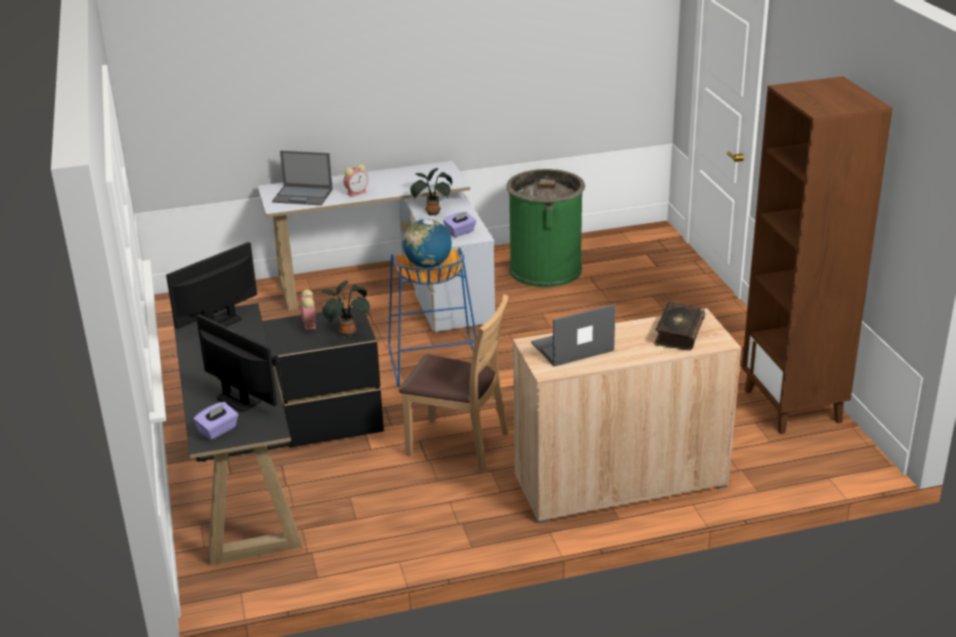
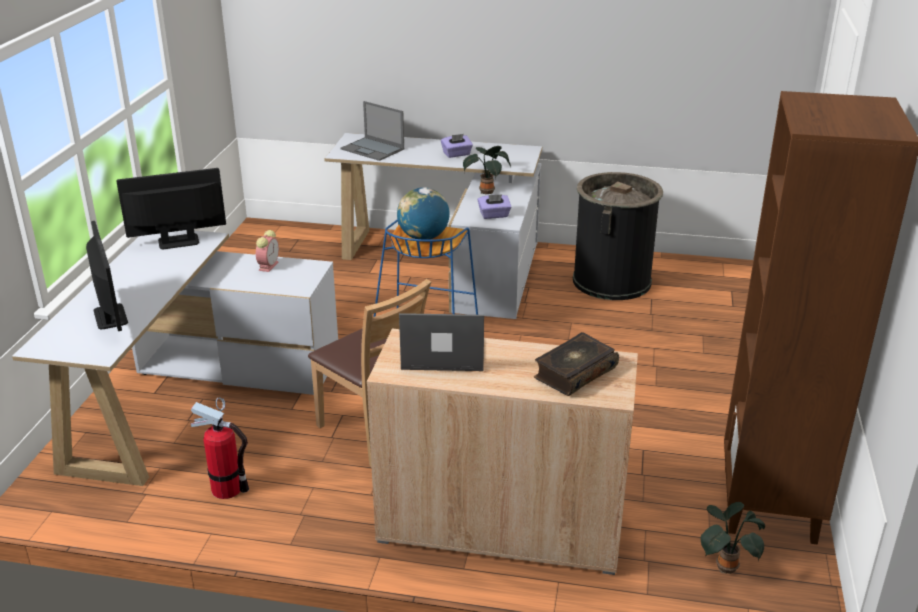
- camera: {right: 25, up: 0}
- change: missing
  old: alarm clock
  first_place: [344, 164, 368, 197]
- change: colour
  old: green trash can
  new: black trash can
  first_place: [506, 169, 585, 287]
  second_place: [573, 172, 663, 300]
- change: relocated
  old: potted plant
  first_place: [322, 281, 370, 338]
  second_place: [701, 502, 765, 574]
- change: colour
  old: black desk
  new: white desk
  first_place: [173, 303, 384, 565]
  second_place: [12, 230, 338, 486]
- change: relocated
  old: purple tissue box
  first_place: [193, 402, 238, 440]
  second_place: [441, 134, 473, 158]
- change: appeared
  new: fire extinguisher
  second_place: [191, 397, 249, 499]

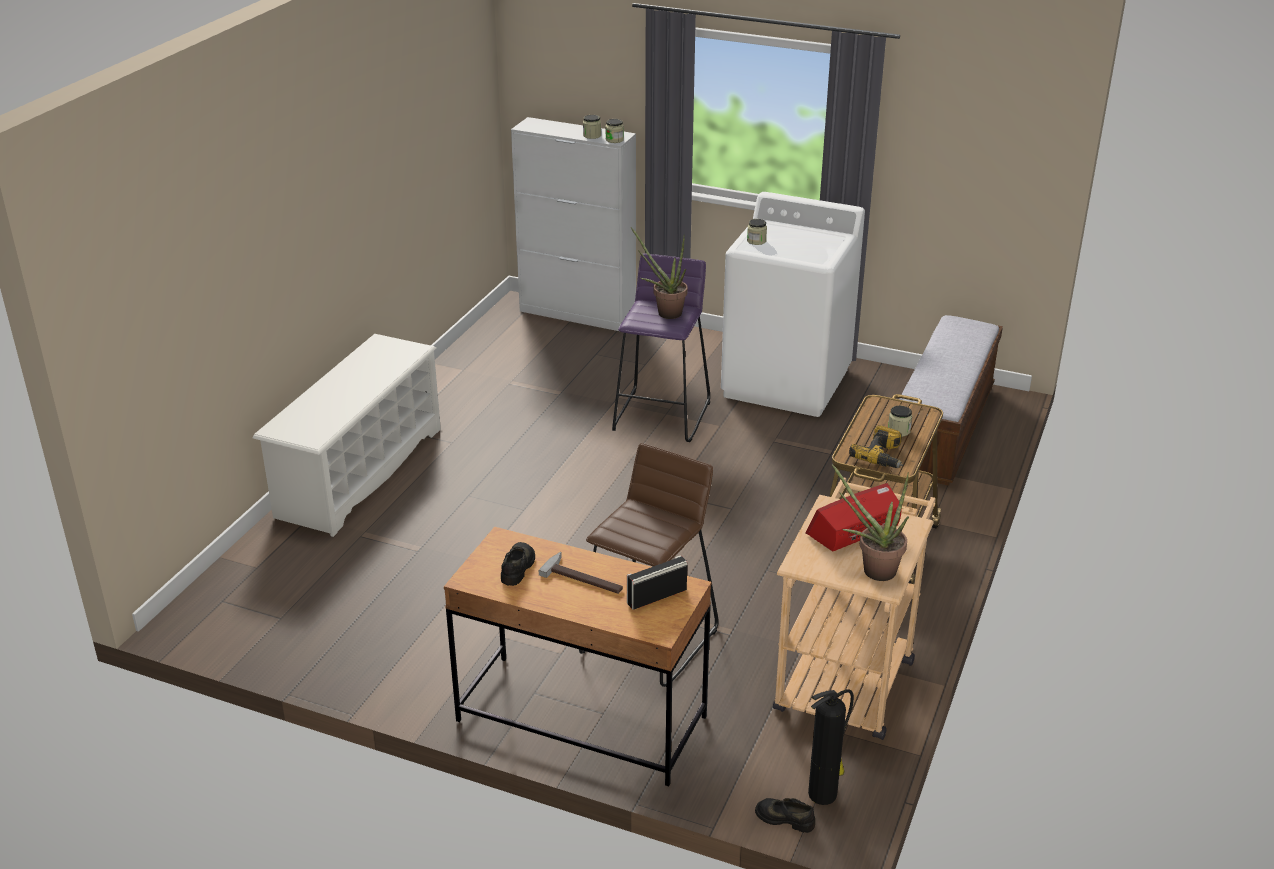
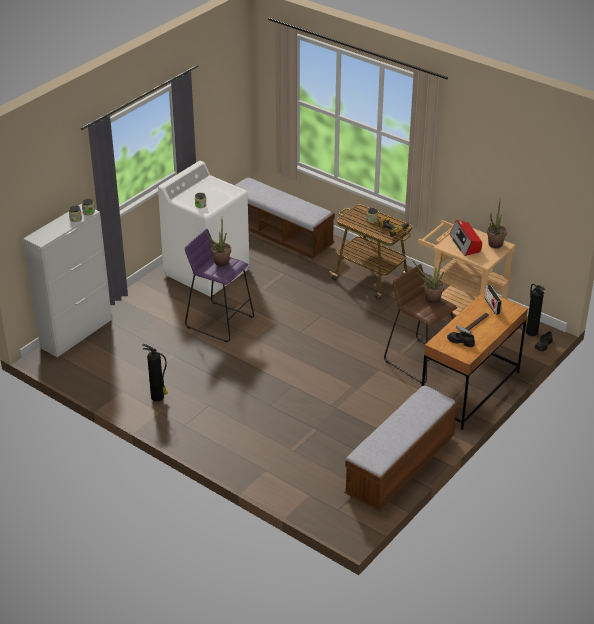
- camera: {right: -75, up: 5}
- change: missing
  old: white shoe rack
  first_place: [253, 334, 441, 537]
- change: appeared
  new: potted plant
  second_place: [413, 254, 445, 304]
- change: appeared
  new: fire extinguisher
  second_place: [143, 344, 168, 401]
- change: appeared
  new: bench
  second_place: [344, 385, 459, 511]

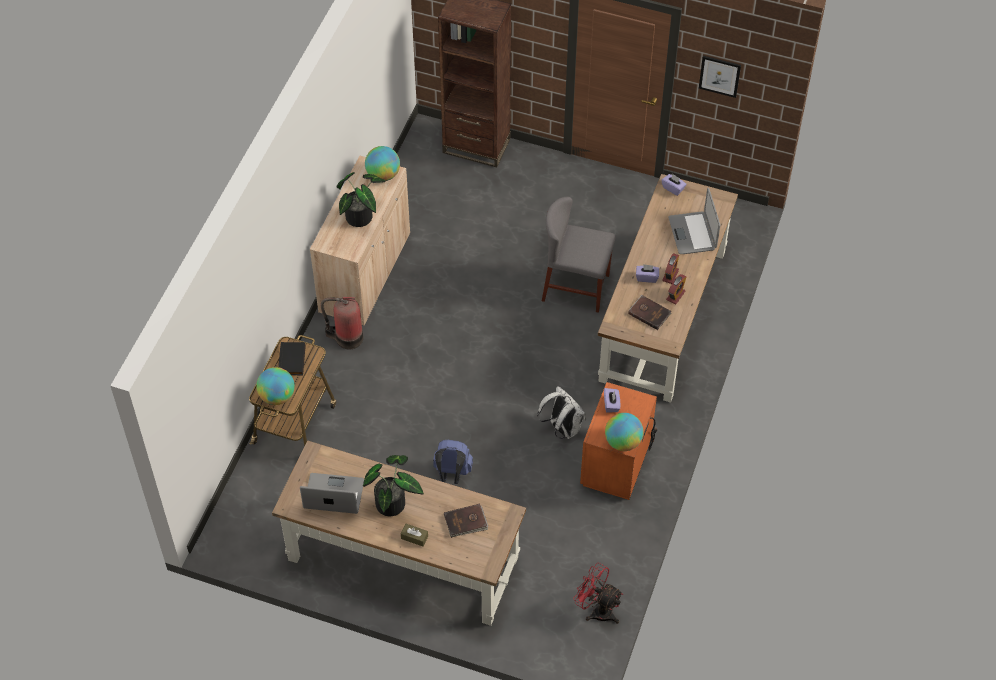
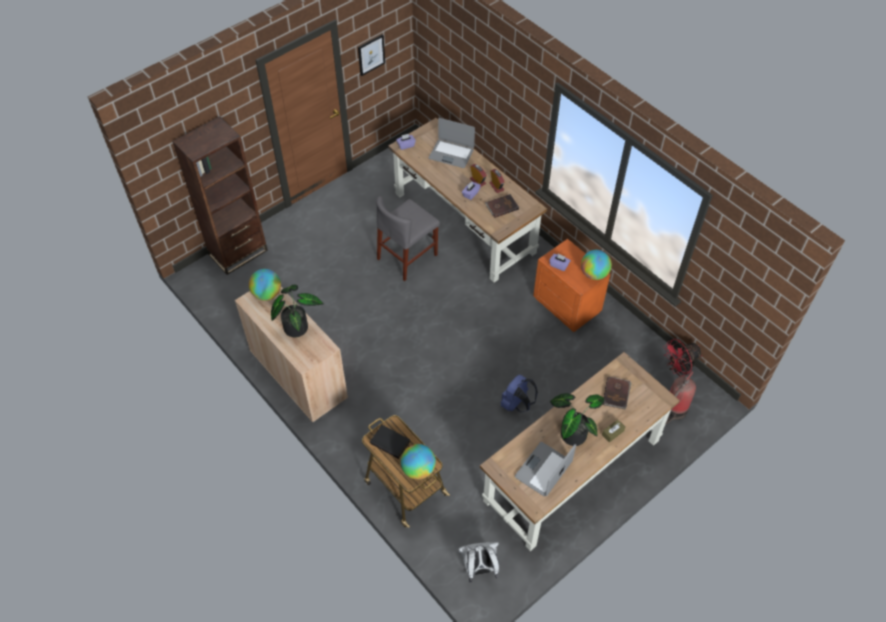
- camera: {right: -60, up: 0}
- change: relocated
  old: fire extinguisher
  first_place: [320, 297, 364, 349]
  second_place: [666, 371, 696, 424]
- change: relocated
  old: white backpack
  first_place: [537, 386, 586, 439]
  second_place: [459, 542, 499, 583]

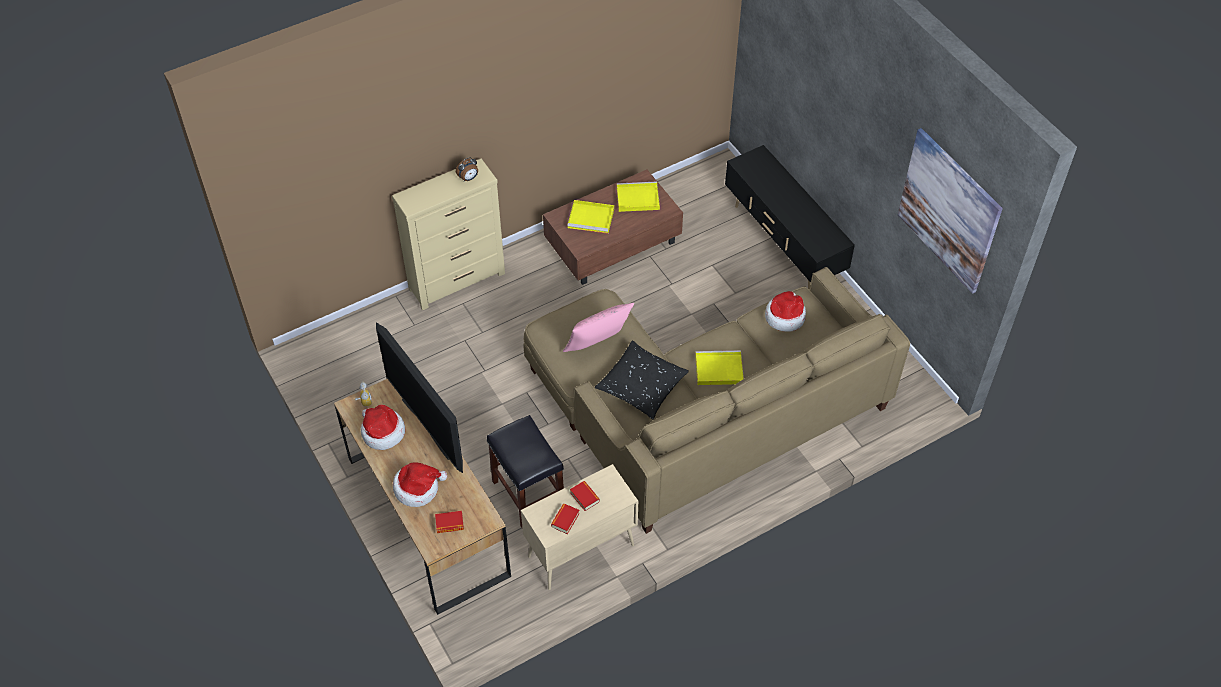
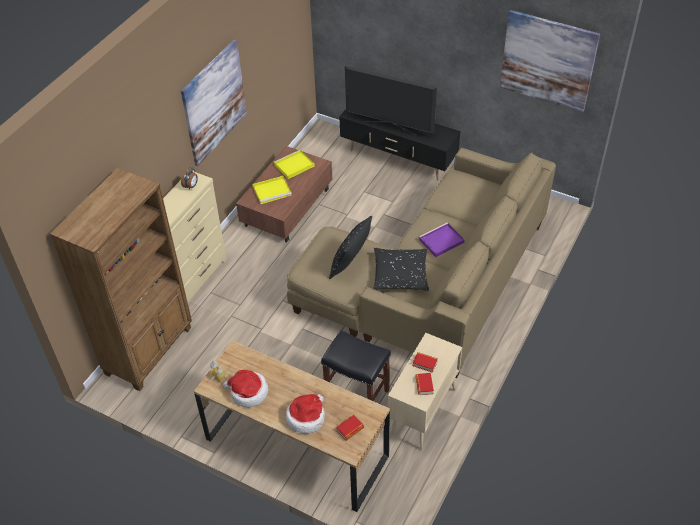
- camera: {right: -30, up: -5}
- change: missing
  old: hat
  first_place: [765, 291, 806, 332]
- change: colour
  old: pink pillow
  new: black pillow
  first_place: [563, 303, 634, 352]
  second_place: [329, 216, 372, 279]
- change: relocated
  old: television
  first_place: [376, 322, 463, 473]
  second_place: [345, 66, 437, 135]
- change: colour
  old: yellow tray
  new: purple tray
  first_place: [695, 350, 744, 385]
  second_place: [419, 223, 465, 257]
- change: appeared
  new: picture
  second_place: [181, 39, 247, 166]
- change: appeared
  new: brown bookcase
  second_place: [50, 168, 192, 391]

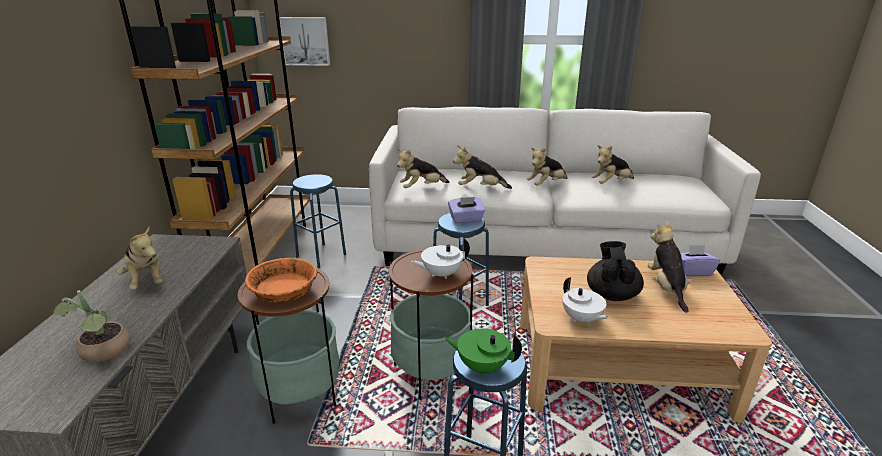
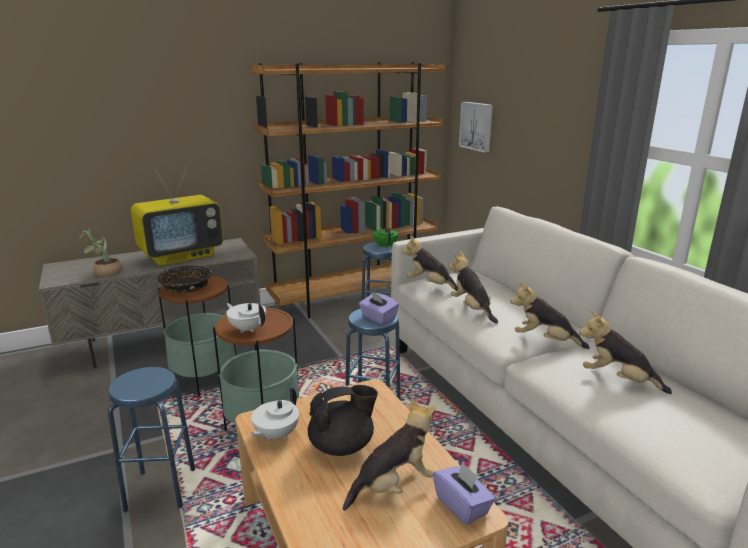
- camera: {right: 60, up: -5}
- change: exchanged
  old: plush toy
  new: television
  first_place: [117, 227, 163, 290]
  second_place: [131, 167, 223, 266]
- change: colour
  old: orange bowl
  new: black bowl
  first_place: [245, 258, 317, 303]
  second_place: [157, 266, 212, 294]
- change: relocated
  old: green teapot
  first_place: [444, 329, 522, 375]
  second_place: [372, 227, 398, 248]

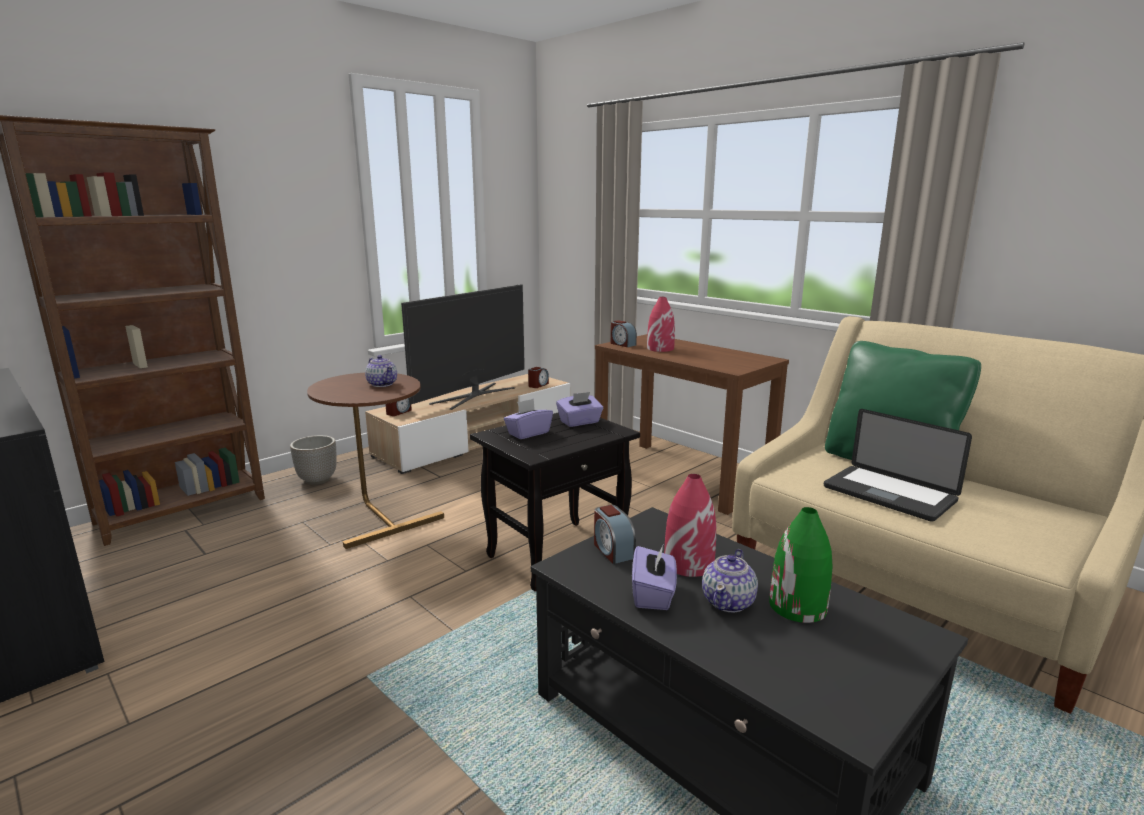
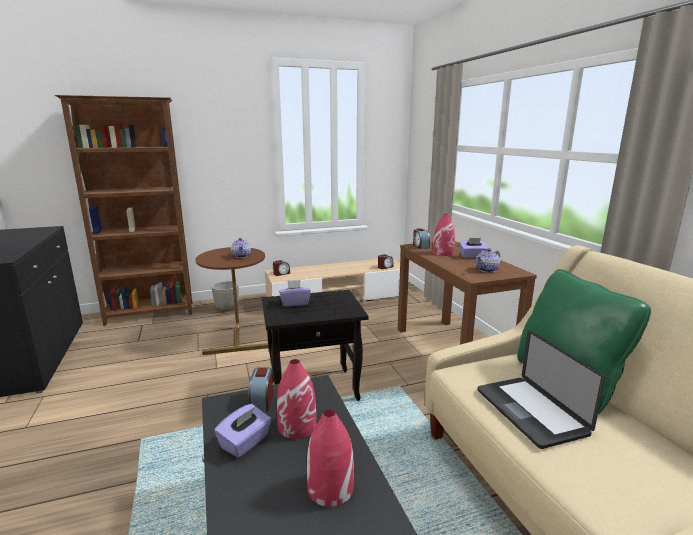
- camera: {right: 25, up: 0}
- change: missing
  old: television
  first_place: [401, 284, 525, 410]
- change: relocated
  old: purple tissue box
  first_place: [556, 392, 603, 427]
  second_place: [459, 238, 488, 258]
- change: colour
  old: green vase
  new: red vase
  first_place: [769, 507, 833, 623]
  second_place: [307, 409, 354, 507]
- change: relocated
  old: teapot
  first_place: [702, 549, 758, 612]
  second_place: [476, 248, 500, 273]

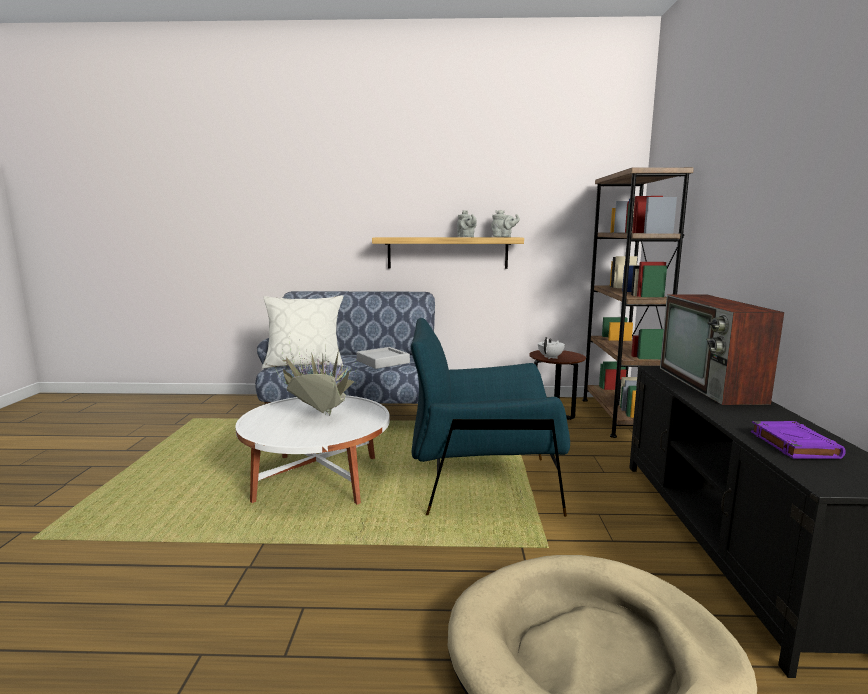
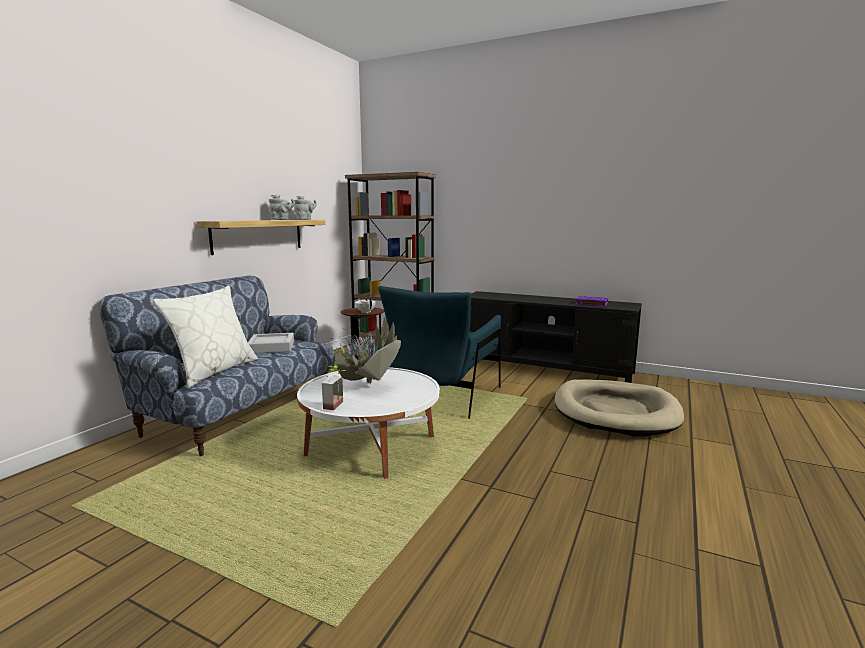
- camera: {right: -65, up: 0}
- change: missing
  old: television
  first_place: [660, 294, 784, 405]
- change: appeared
  new: potted plant
  second_place: [322, 365, 346, 410]

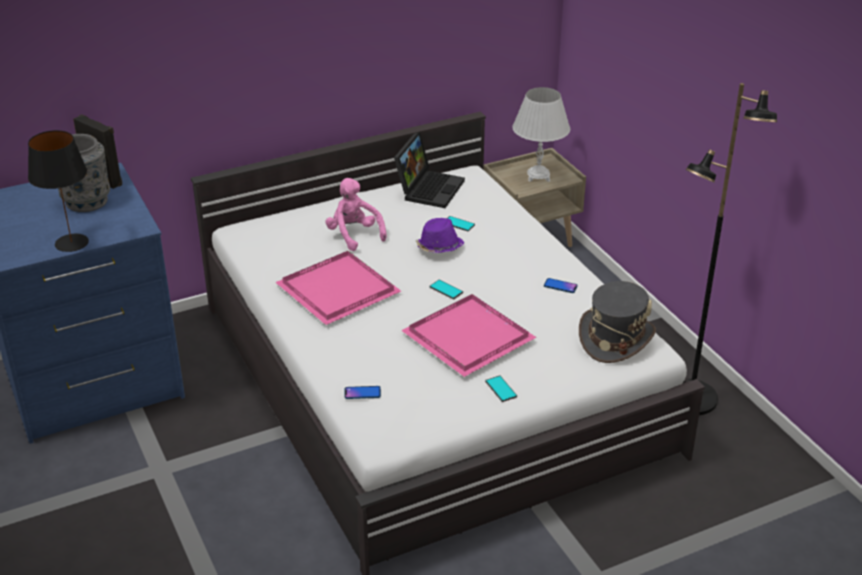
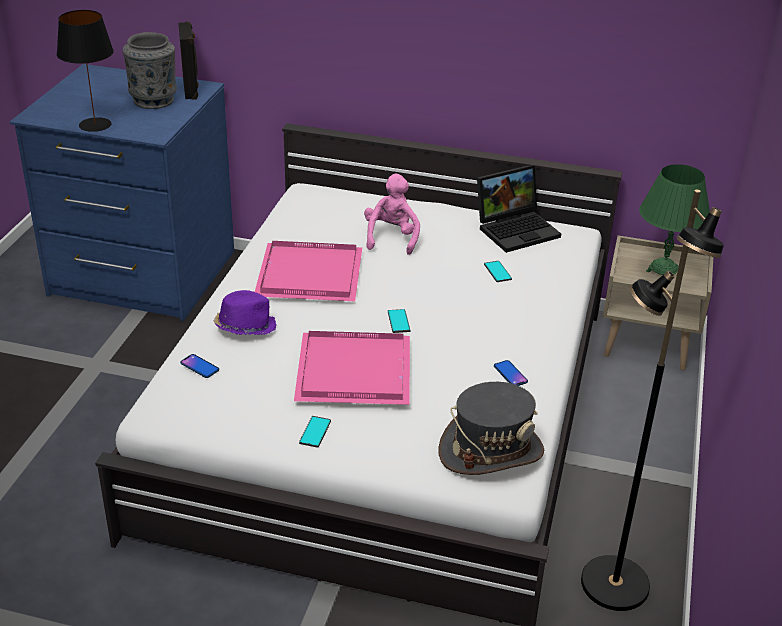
- camera: {right: 40, up: 0}
- change: colour
  old: white table lamp
  new: green table lamp
  first_place: [512, 87, 570, 182]
  second_place: [639, 164, 710, 275]
- change: relocated
  old: purple hat
  first_place: [416, 218, 464, 253]
  second_place: [214, 290, 277, 335]

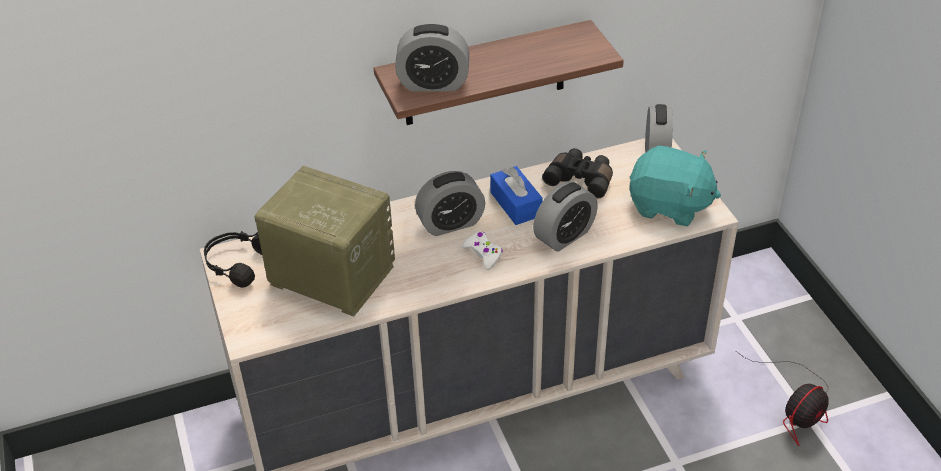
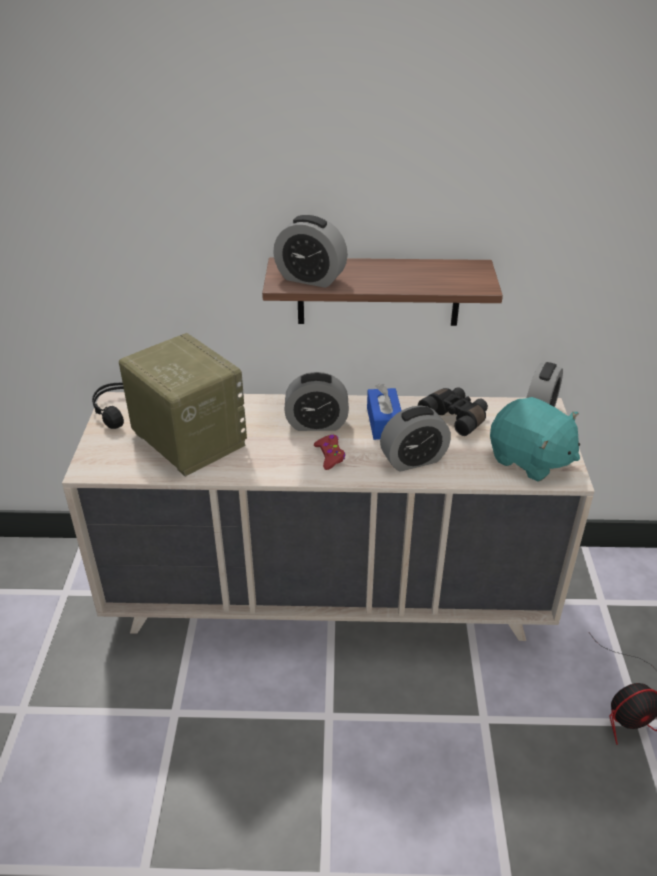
- camera: {right: 20, up: -5}
- change: colour
  old: white game controller
  new: red game controller
  first_place: [462, 232, 503, 270]
  second_place: [314, 435, 345, 470]

